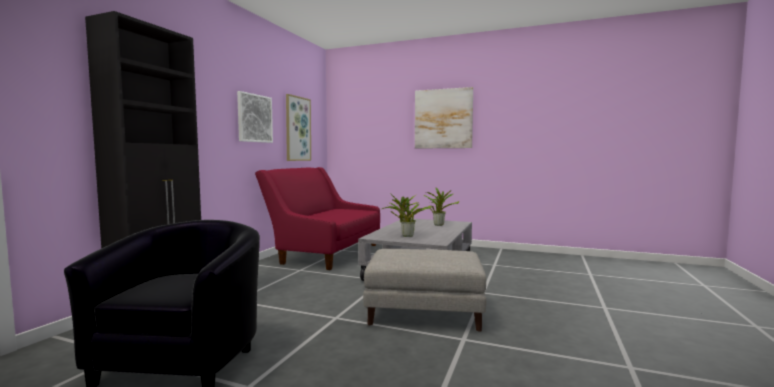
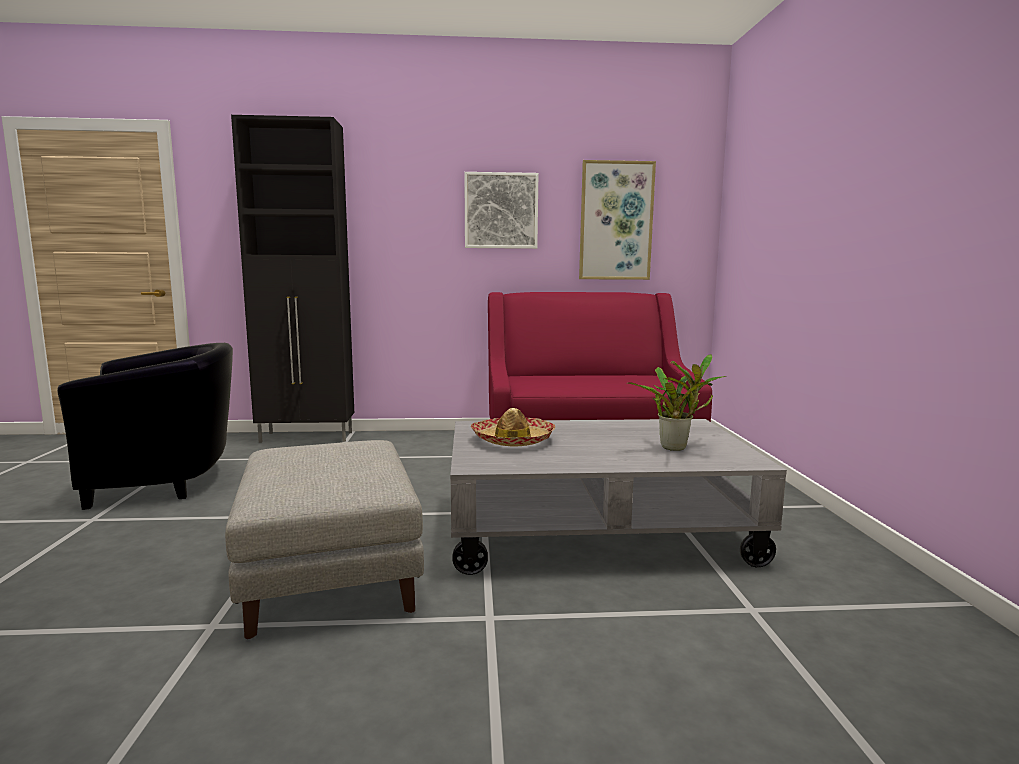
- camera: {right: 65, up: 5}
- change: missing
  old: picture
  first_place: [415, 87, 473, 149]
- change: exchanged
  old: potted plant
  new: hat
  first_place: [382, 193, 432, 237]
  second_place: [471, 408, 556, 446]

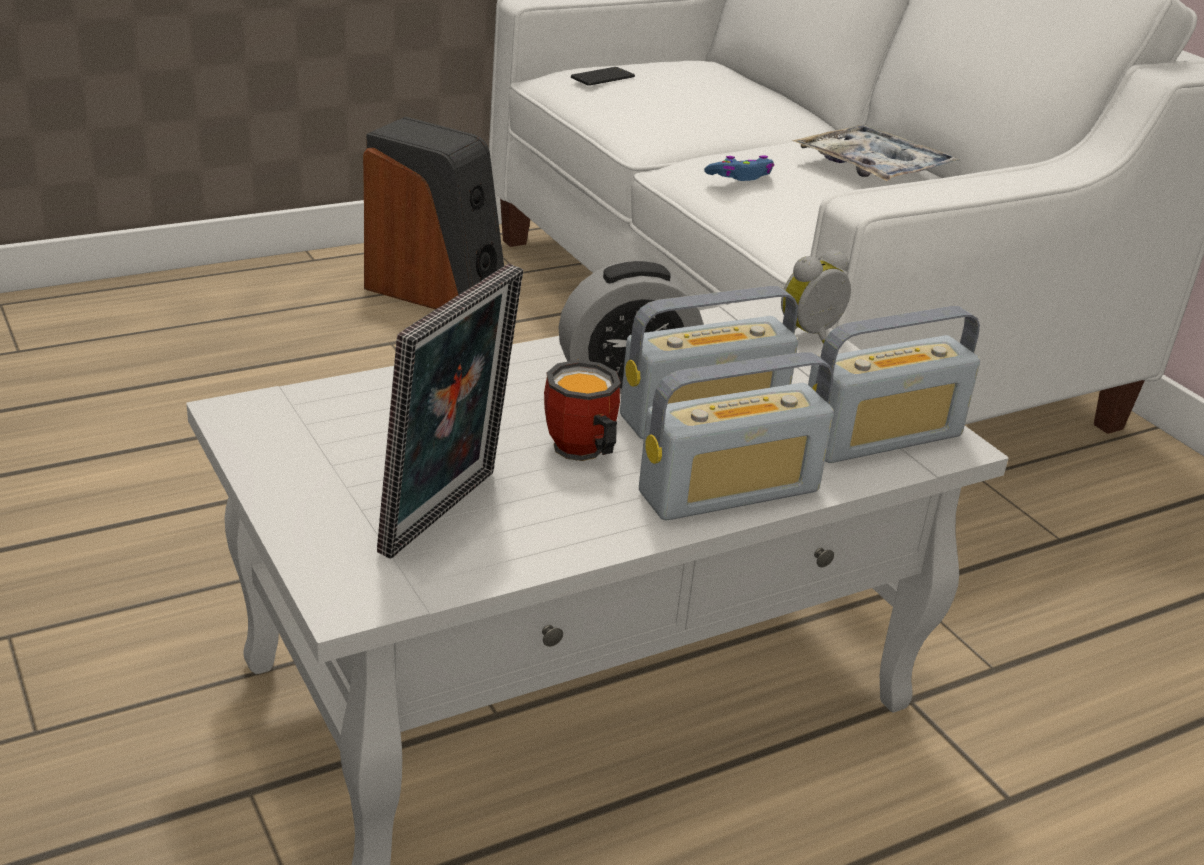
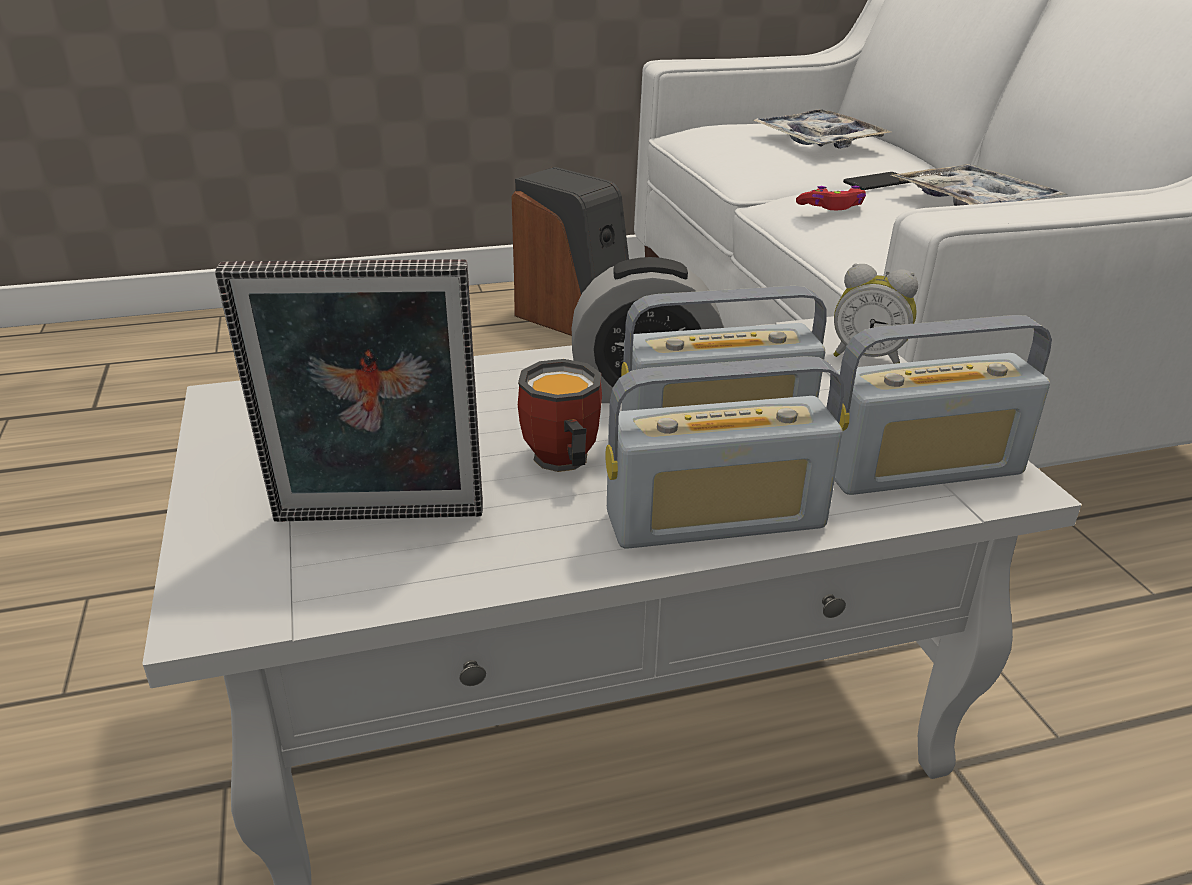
- camera: {right: 15, up: 0}
- change: relocated
  old: phone
  first_place: [571, 67, 635, 86]
  second_place: [843, 172, 911, 190]
- change: colour
  old: blue game controller
  new: red game controller
  first_place: [704, 155, 774, 181]
  second_place: [796, 186, 866, 210]
- change: spun
  old: alarm clock
  first_place: [781, 250, 851, 344]
  second_place: [833, 263, 918, 364]
  degrees: -135
- change: spun
  old: picture frame
  first_place: [377, 263, 523, 559]
  second_place: [215, 259, 483, 522]
  degrees: 45
- change: appeared
  new: tray
  second_place: [752, 109, 891, 149]

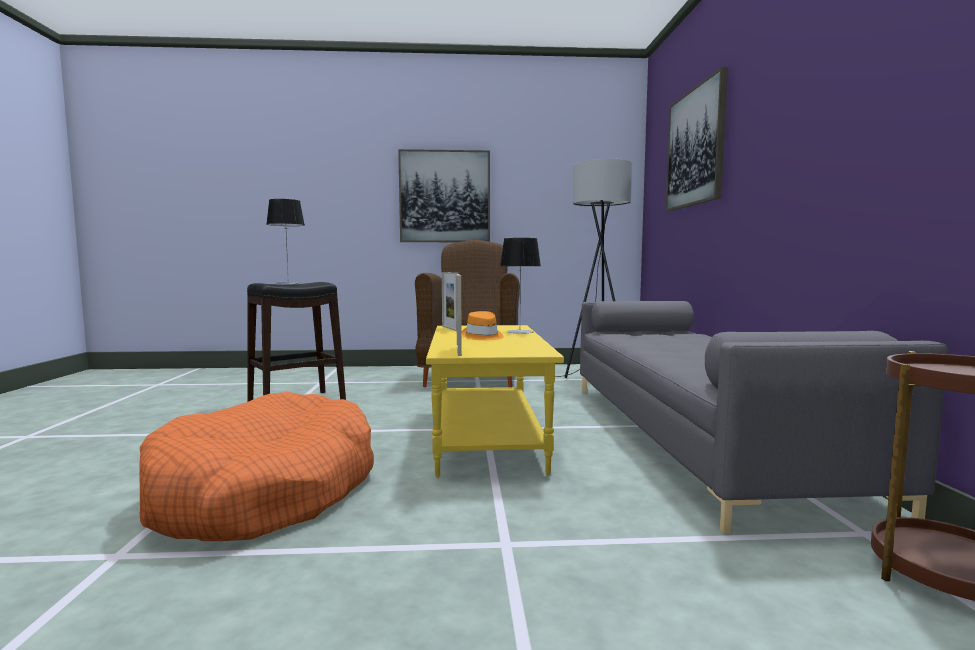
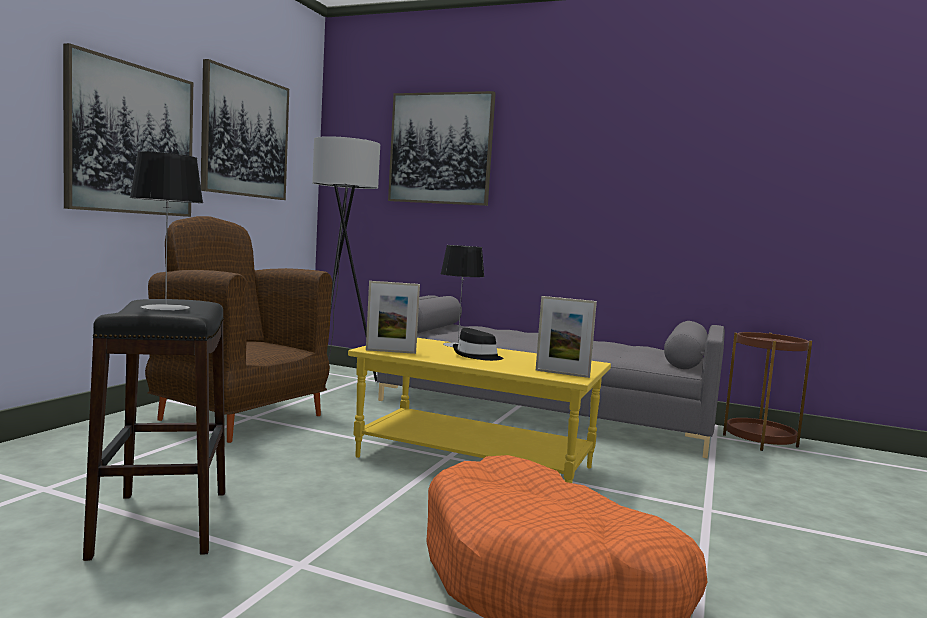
- camera: {right: -65, up: 0}
- change: colour
  old: orange hat
  new: black hat
  first_place: [462, 311, 504, 340]
  second_place: [453, 328, 504, 361]
- change: appeared
  new: picture
  second_place: [201, 59, 289, 200]

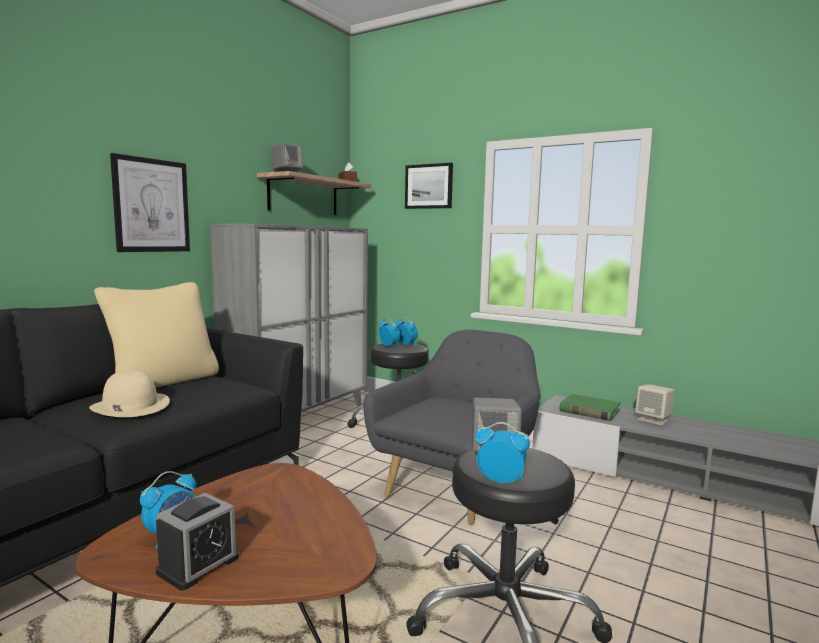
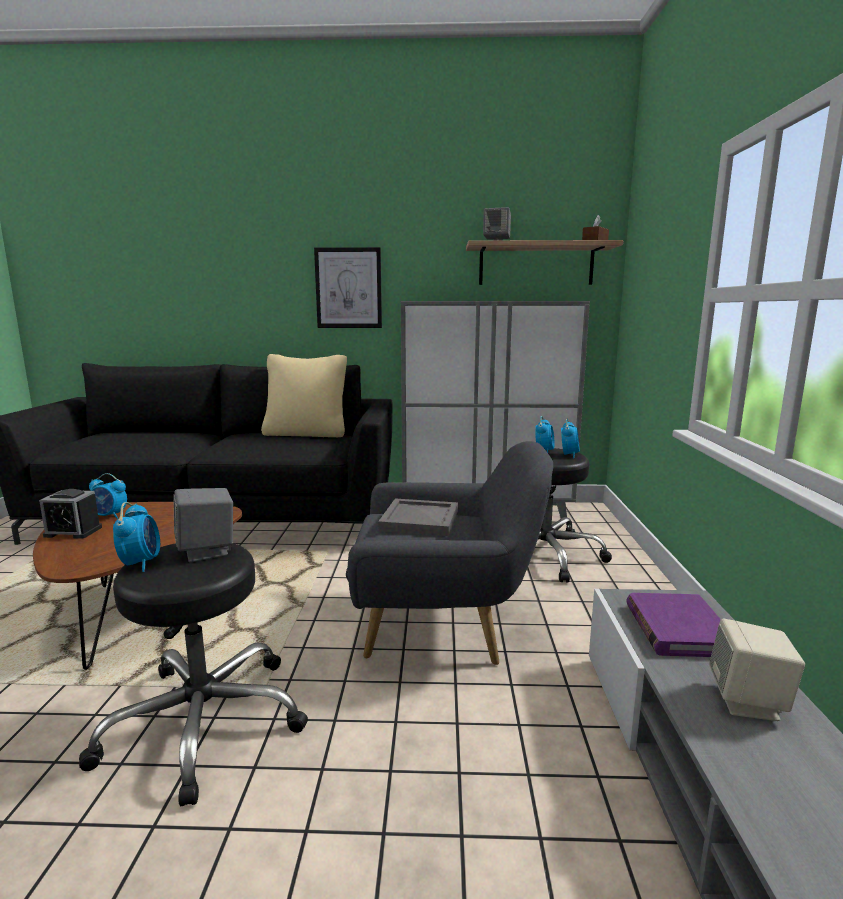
- camera: {right: 60, up: 5}
- change: missing
  old: picture
  first_place: [405, 163, 453, 209]
- change: missing
  old: beige hat
  first_place: [89, 370, 170, 417]
- change: colour
  old: green book
  new: purple book
  first_place: [559, 394, 621, 421]
  second_place: [626, 593, 721, 657]
- change: appeared
  new: grey tray
  second_place: [378, 499, 458, 536]

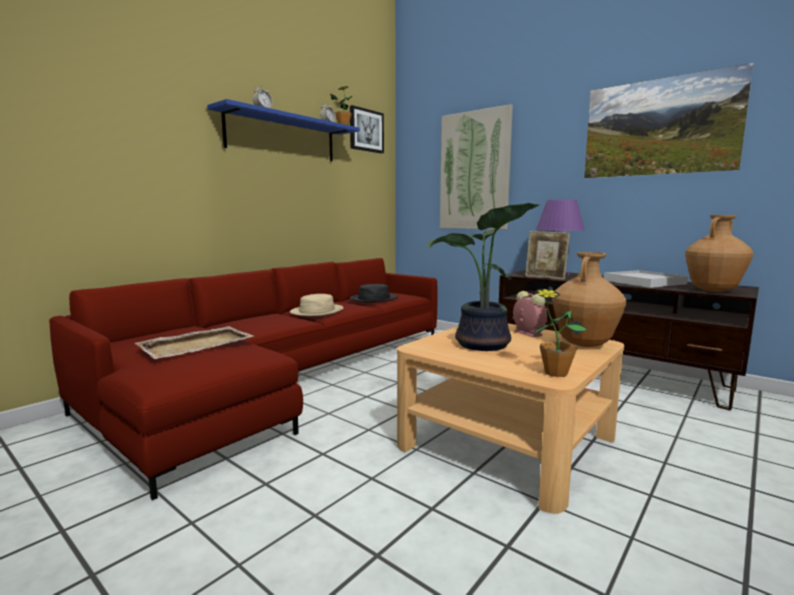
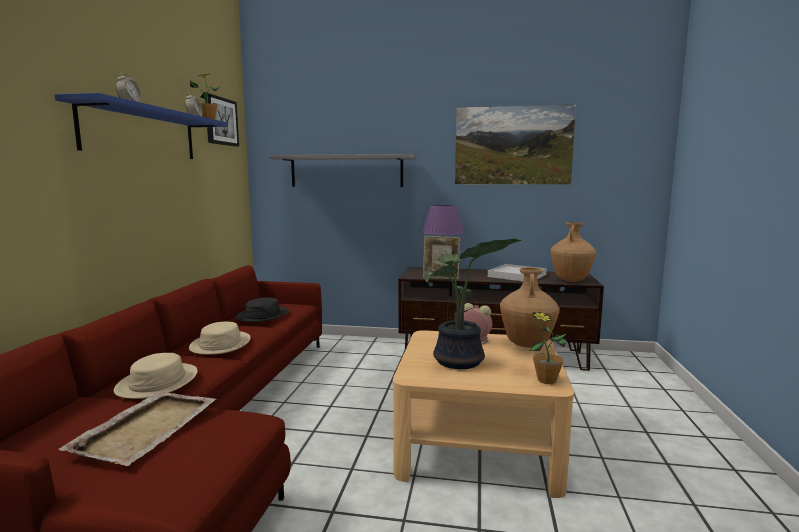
- camera: {right: -30, up: 0}
- change: exchanged
  old: picture
  new: grey shelf
  first_place: [440, 104, 513, 229]
  second_place: [269, 154, 415, 187]
- change: appeared
  new: beige hat
  second_place: [114, 353, 198, 399]

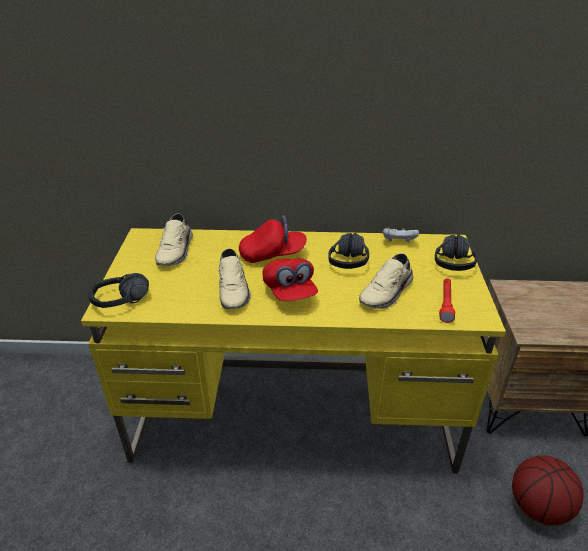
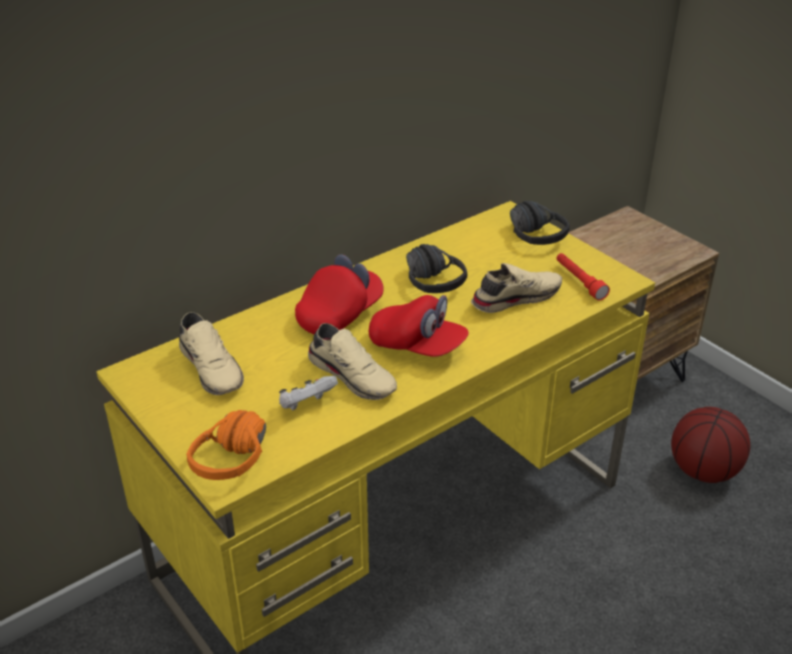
- camera: {right: -40, up: 0}
- change: relocated
  old: white game controller
  first_place: [383, 228, 419, 242]
  second_place: [279, 376, 338, 411]
- change: spun
  old: beige shoe
  first_place: [359, 253, 414, 309]
  second_place: [471, 263, 562, 313]
  degrees: -120
- change: colour
  old: black headphones
  new: orange headphones
  first_place: [88, 273, 149, 308]
  second_place: [187, 410, 266, 480]

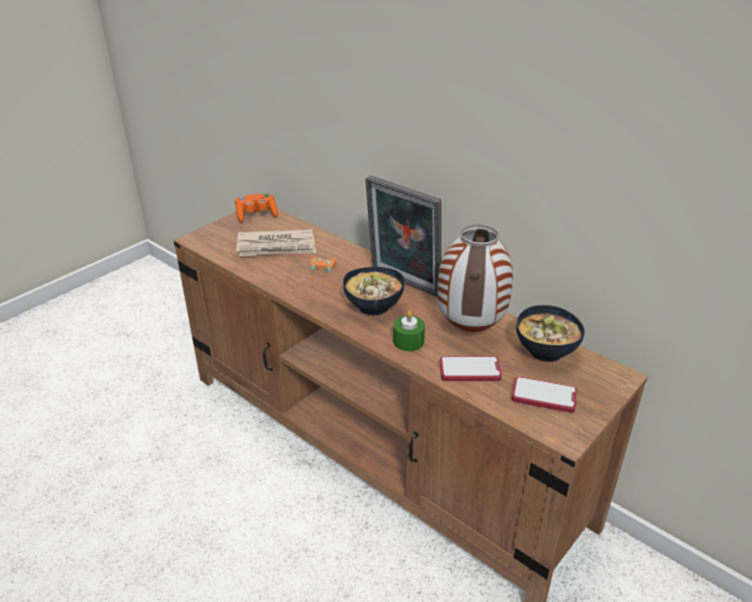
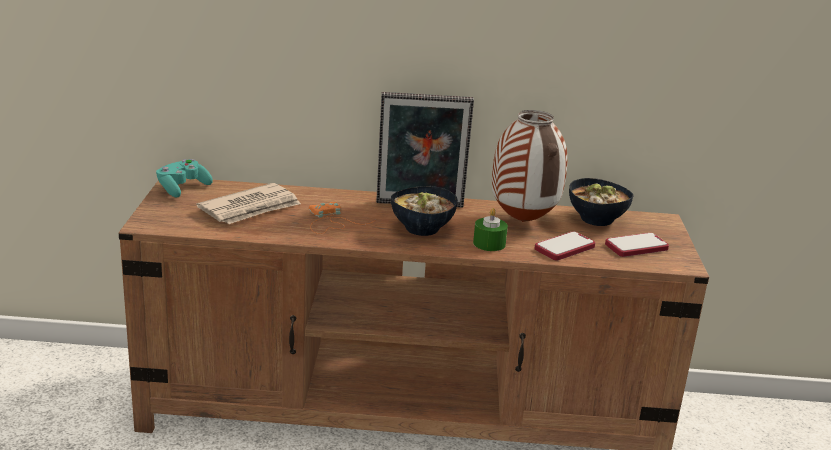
- camera: {right: -40, up: -10}
- change: colour
  old: orange game controller
  new: turquoise game controller
  first_place: [235, 193, 278, 223]
  second_place: [156, 159, 213, 197]

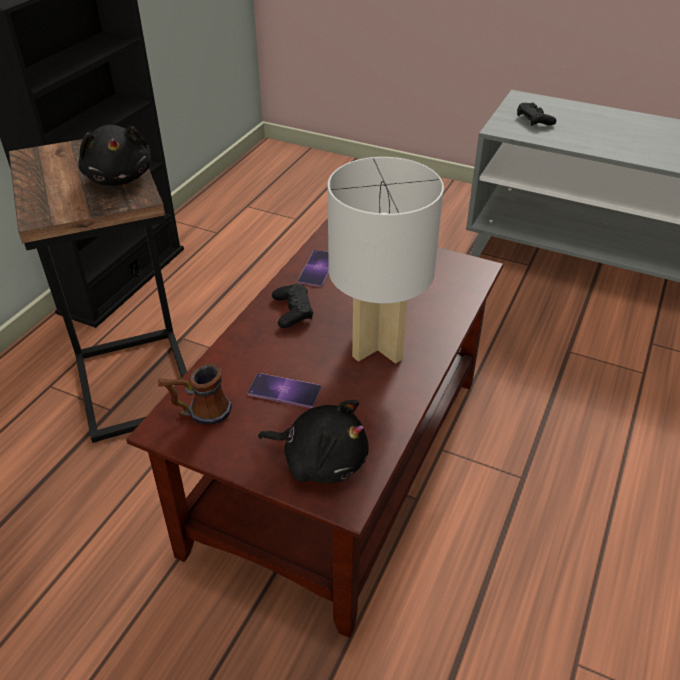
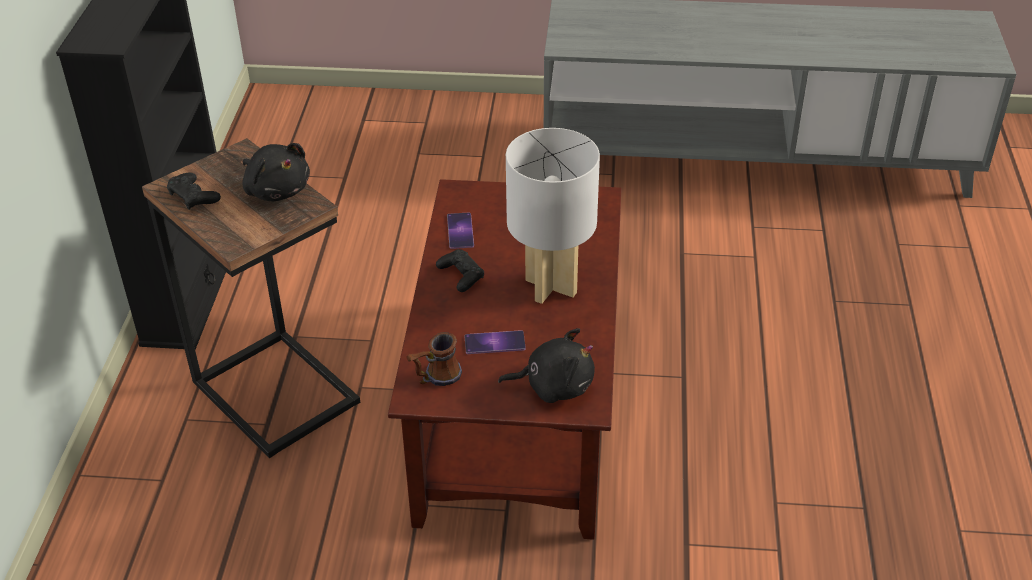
- camera: {right: -20, up: 0}
- change: relocated
  old: black game controller
  first_place: [517, 102, 556, 126]
  second_place: [167, 172, 221, 210]

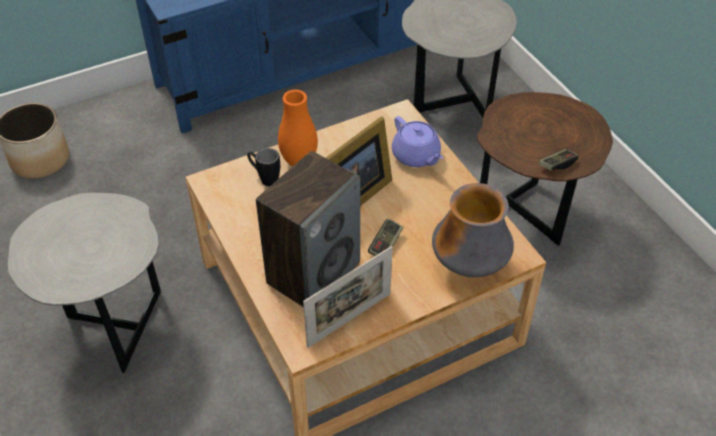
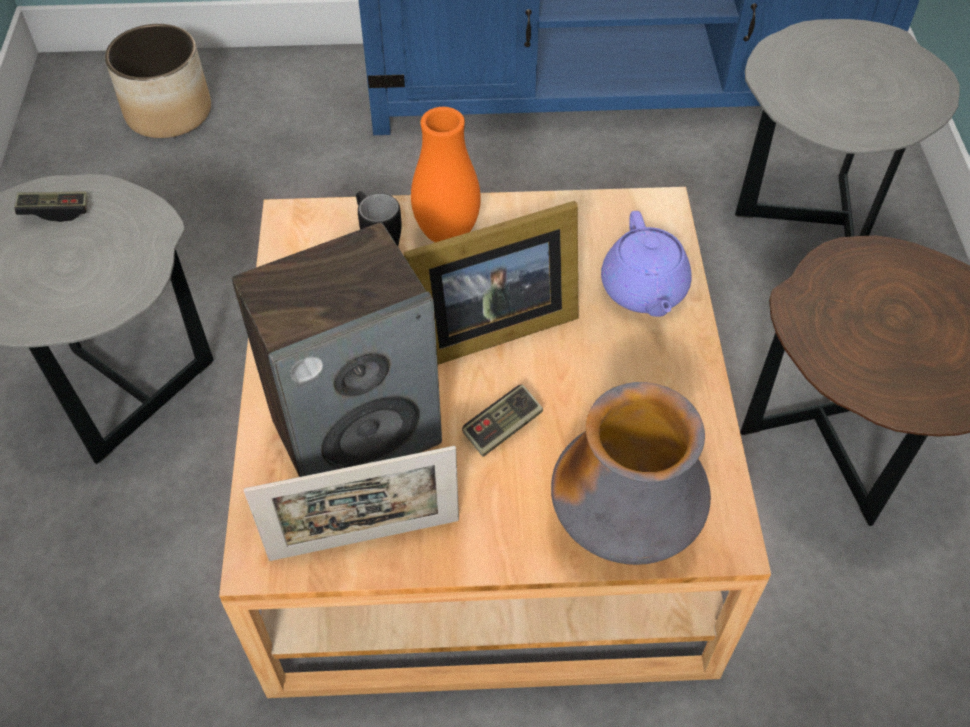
- camera: {right: 25, up: 5}
- change: relocated
  old: game controller
  first_place: [539, 149, 578, 171]
  second_place: [14, 191, 88, 222]

